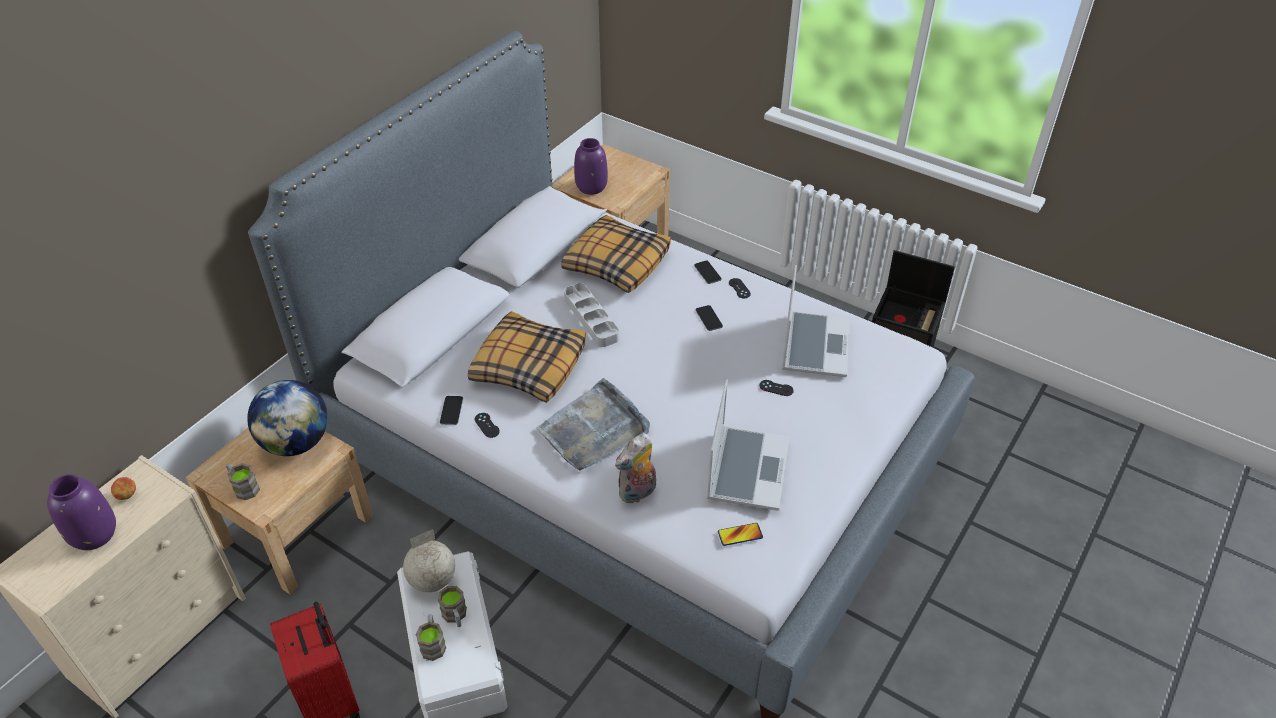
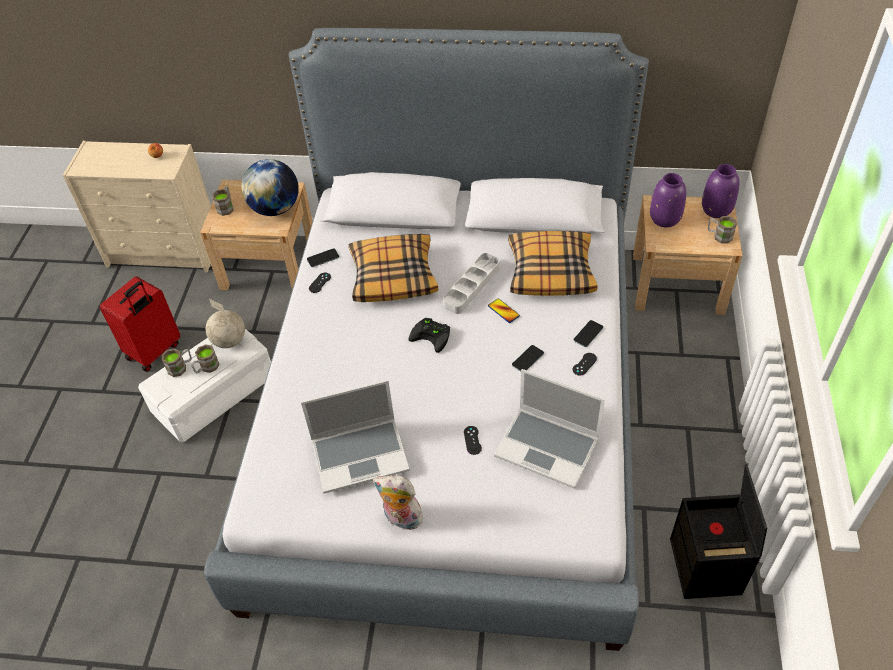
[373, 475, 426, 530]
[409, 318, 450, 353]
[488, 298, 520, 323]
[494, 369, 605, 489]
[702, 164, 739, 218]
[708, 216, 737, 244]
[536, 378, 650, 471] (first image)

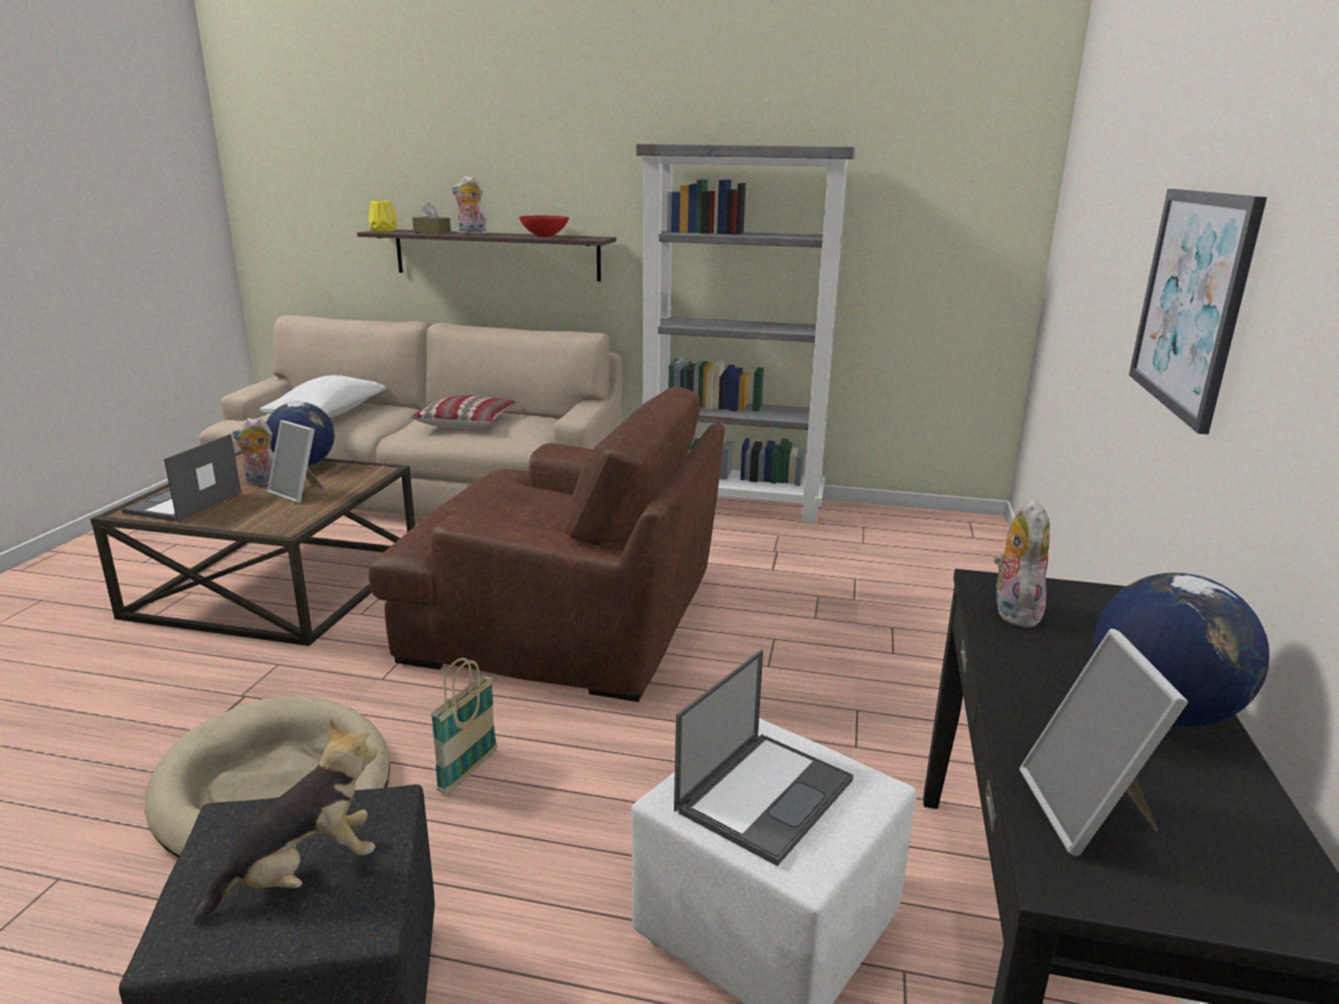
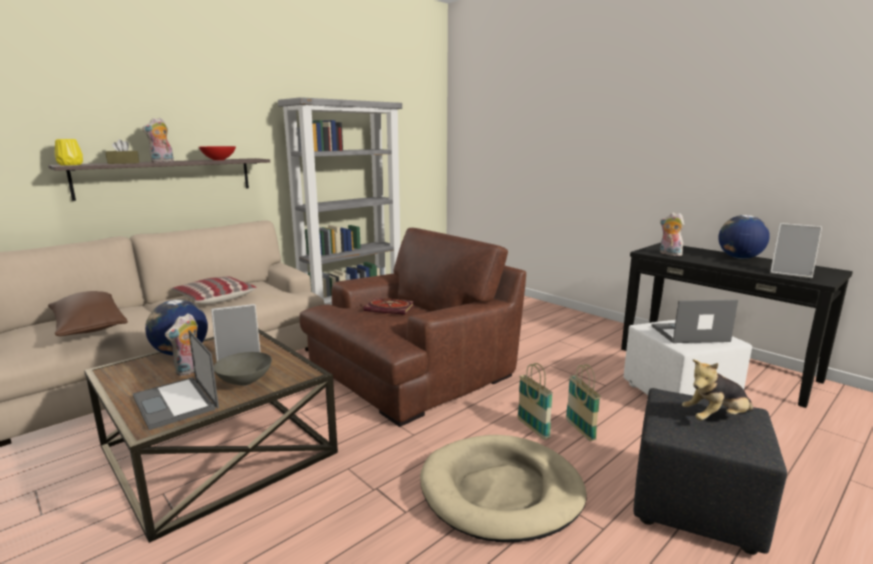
[48, 291, 128, 336]
[214, 352, 272, 386]
[363, 298, 414, 315]
[566, 364, 601, 441]
[652, 300, 738, 343]
[682, 359, 754, 420]
[1129, 189, 1267, 434] (first image)

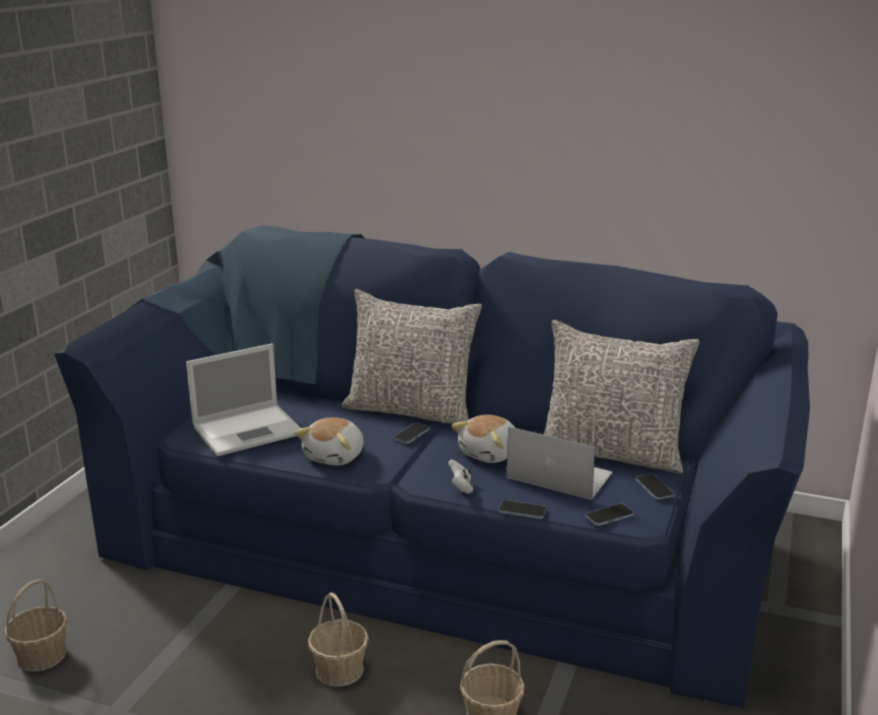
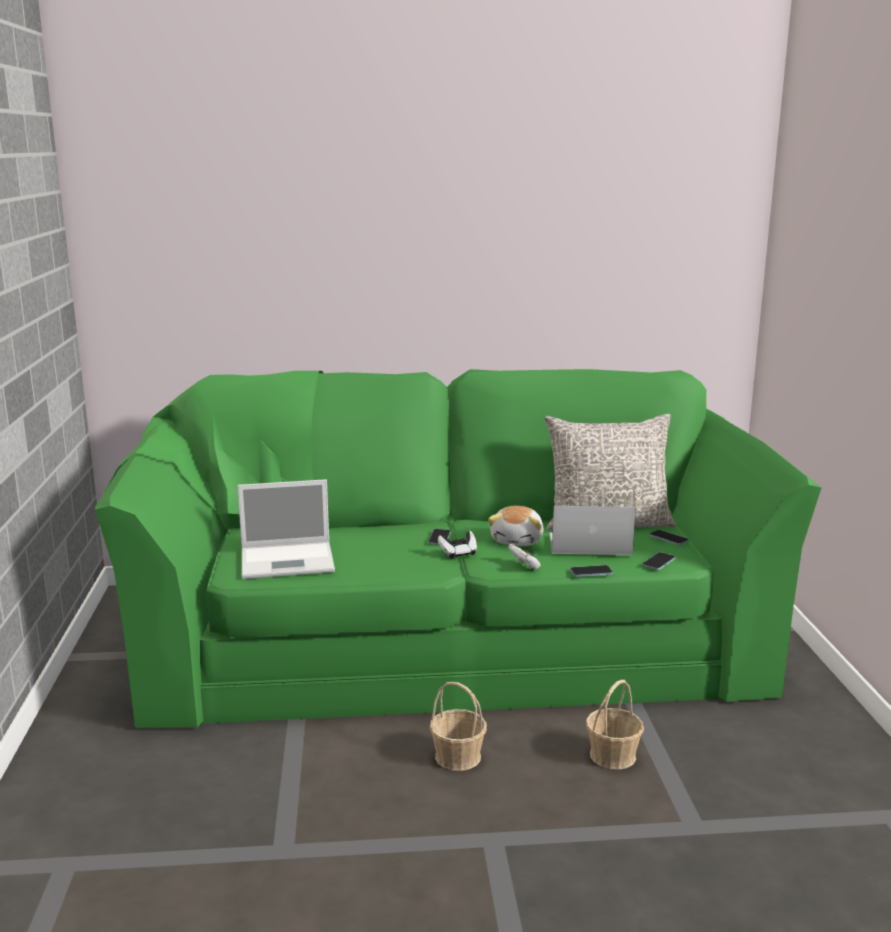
[95, 369, 821, 729]
[237, 479, 335, 579]
[438, 531, 477, 559]
[4, 579, 68, 672] (first image)
[295, 417, 364, 466] (first image)
[342, 289, 482, 424] (first image)

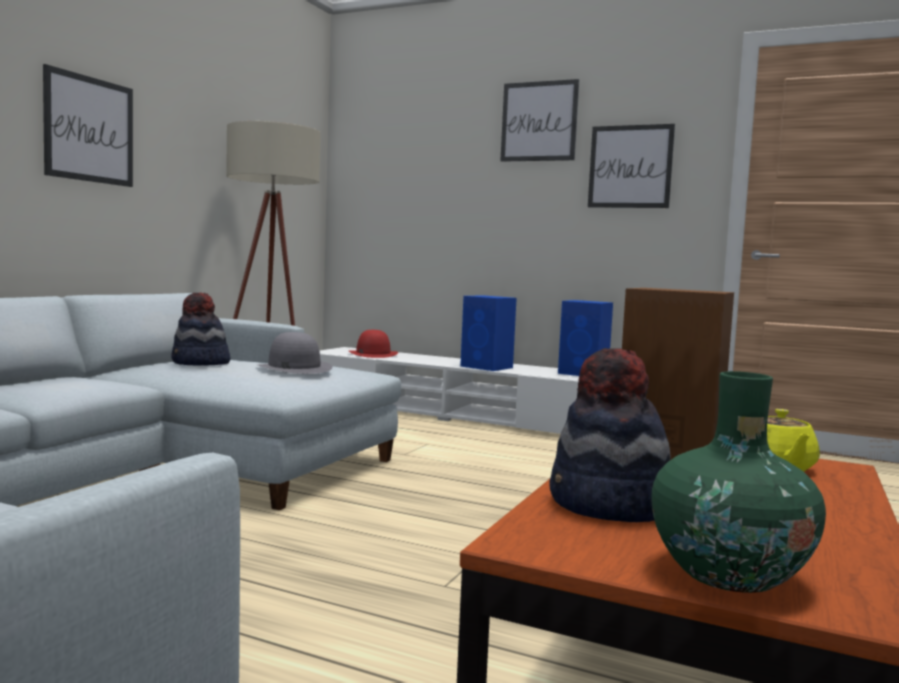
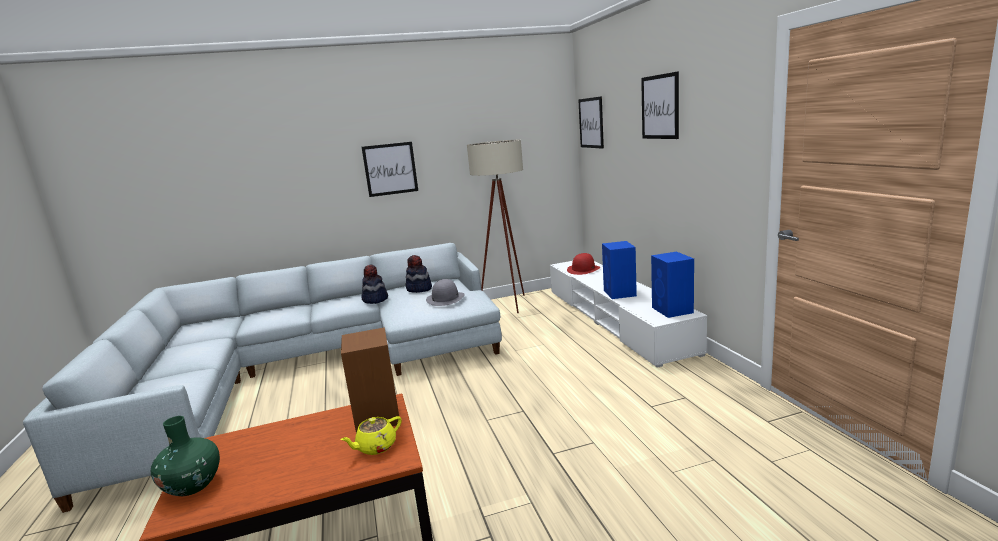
[361, 264, 388, 304]
[578, 96, 604, 149]

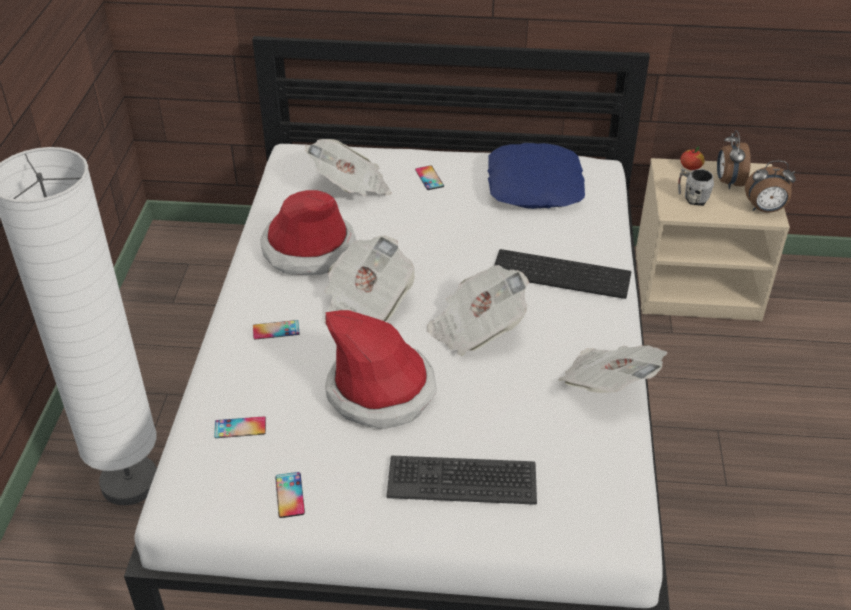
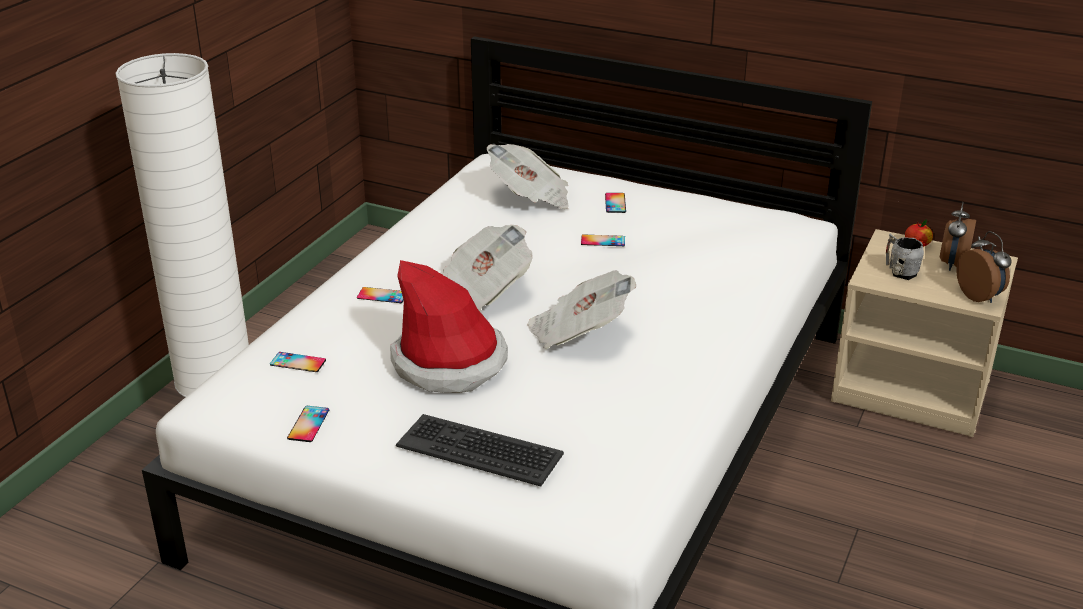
[581, 234, 625, 246]
[956, 231, 1012, 303]
[260, 190, 356, 275] (first image)
[488, 143, 585, 209] (first image)
[494, 249, 631, 299] (first image)
[558, 345, 667, 393] (first image)

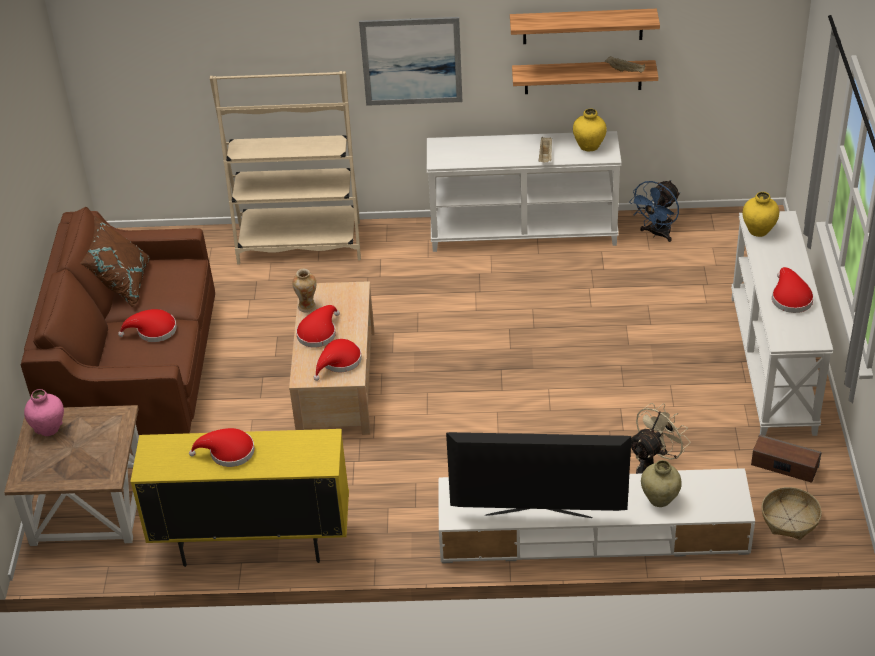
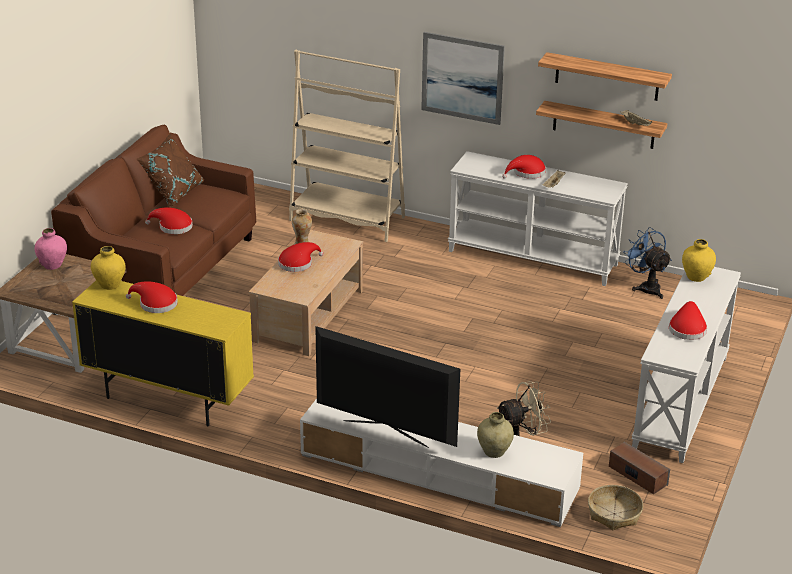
[91, 246, 126, 290]
[502, 155, 546, 179]
[623, 227, 672, 299]

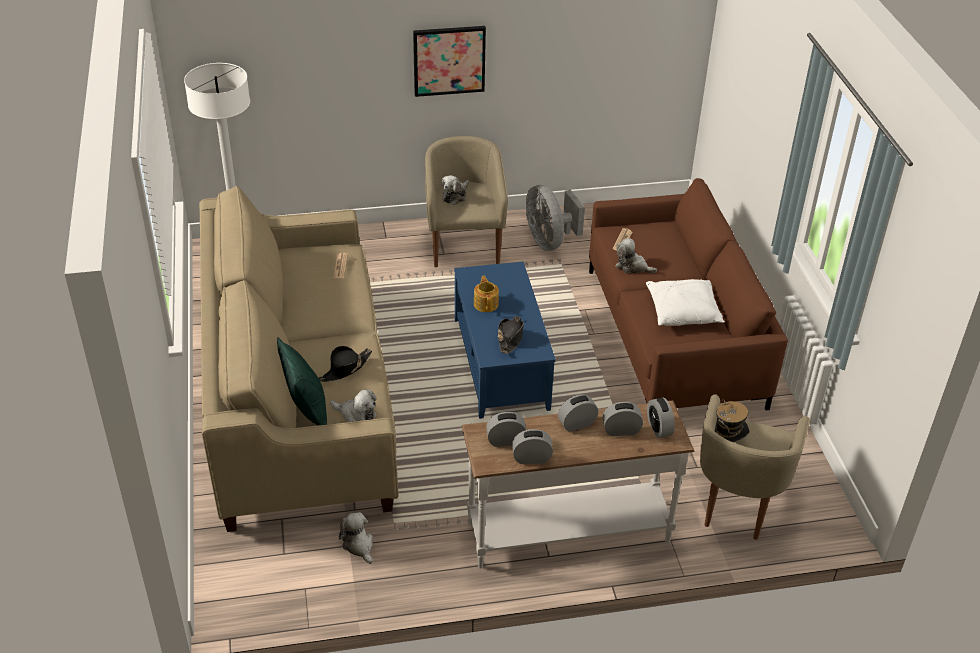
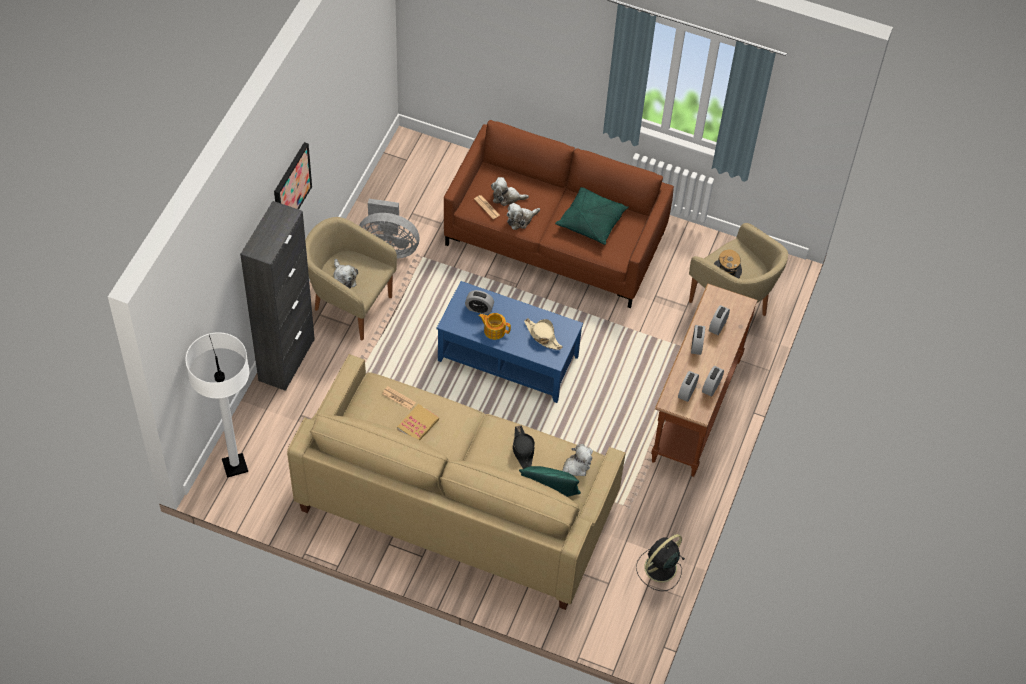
[240, 201, 315, 391]
[397, 404, 439, 440]
[465, 290, 494, 315]
[491, 177, 529, 206]
[524, 319, 563, 350]
[555, 187, 629, 245]
[636, 534, 685, 591]
[651, 283, 758, 477]

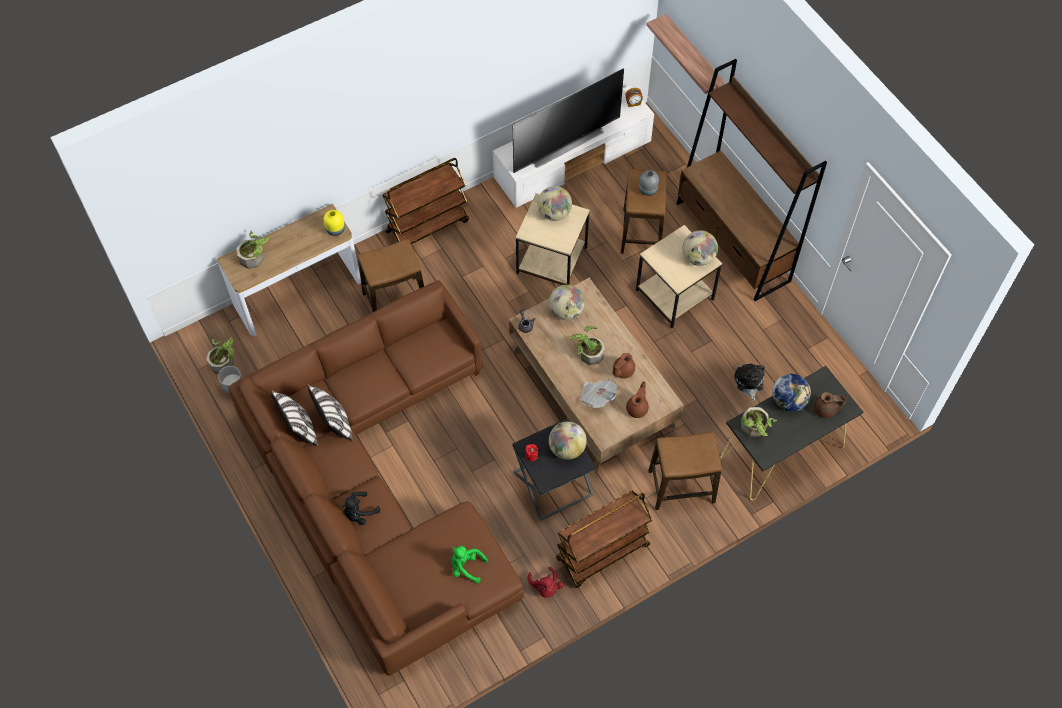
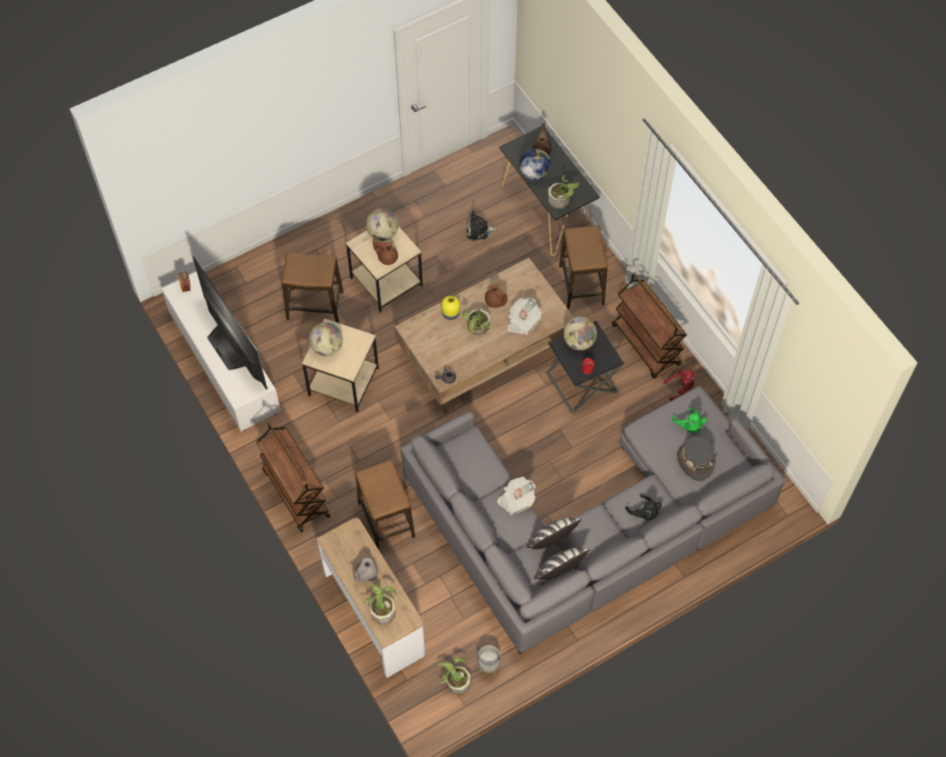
[353, 557, 378, 582]
[373, 238, 398, 265]
[401, 386, 785, 654]
[441, 296, 460, 320]
[497, 477, 536, 515]
[672, 407, 707, 433]
[677, 437, 716, 481]
[549, 285, 585, 320] (first image)
[639, 170, 659, 196] (first image)
[647, 14, 725, 94] (first image)
[676, 59, 827, 301] (first image)

